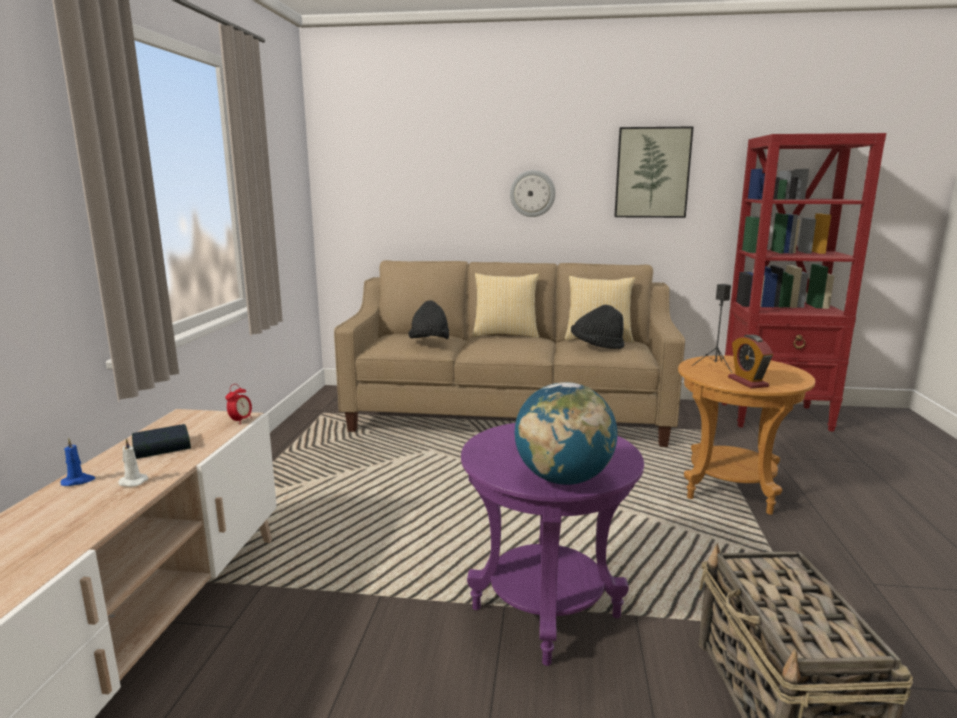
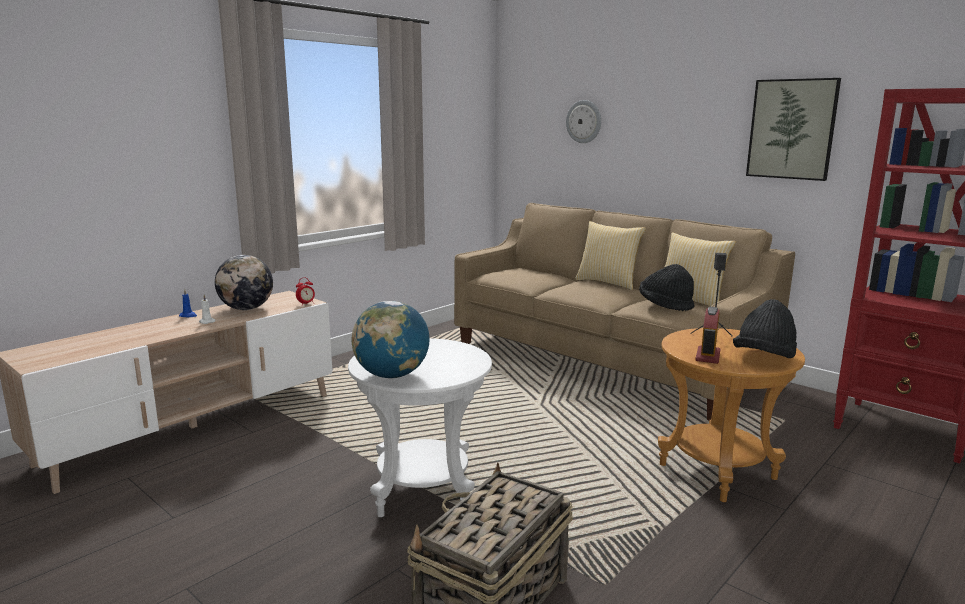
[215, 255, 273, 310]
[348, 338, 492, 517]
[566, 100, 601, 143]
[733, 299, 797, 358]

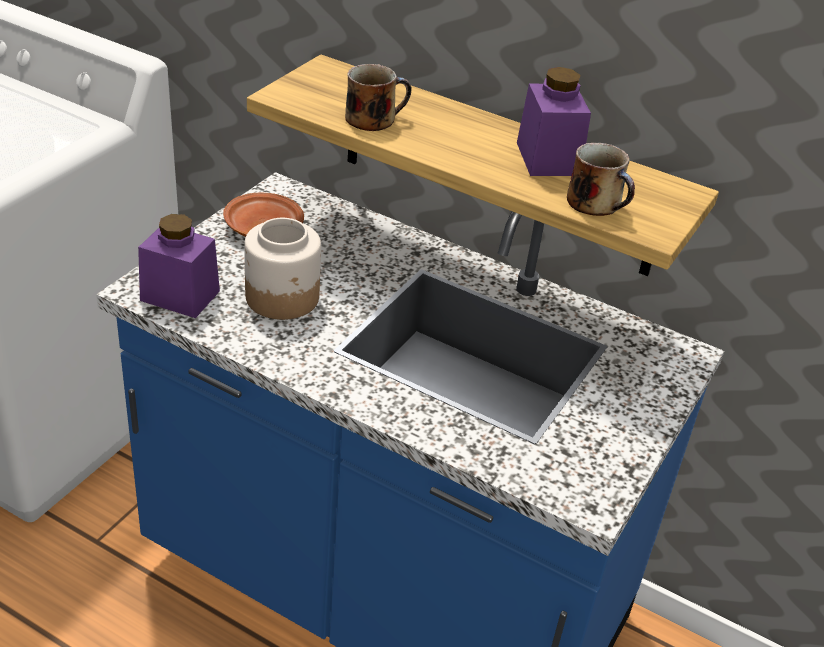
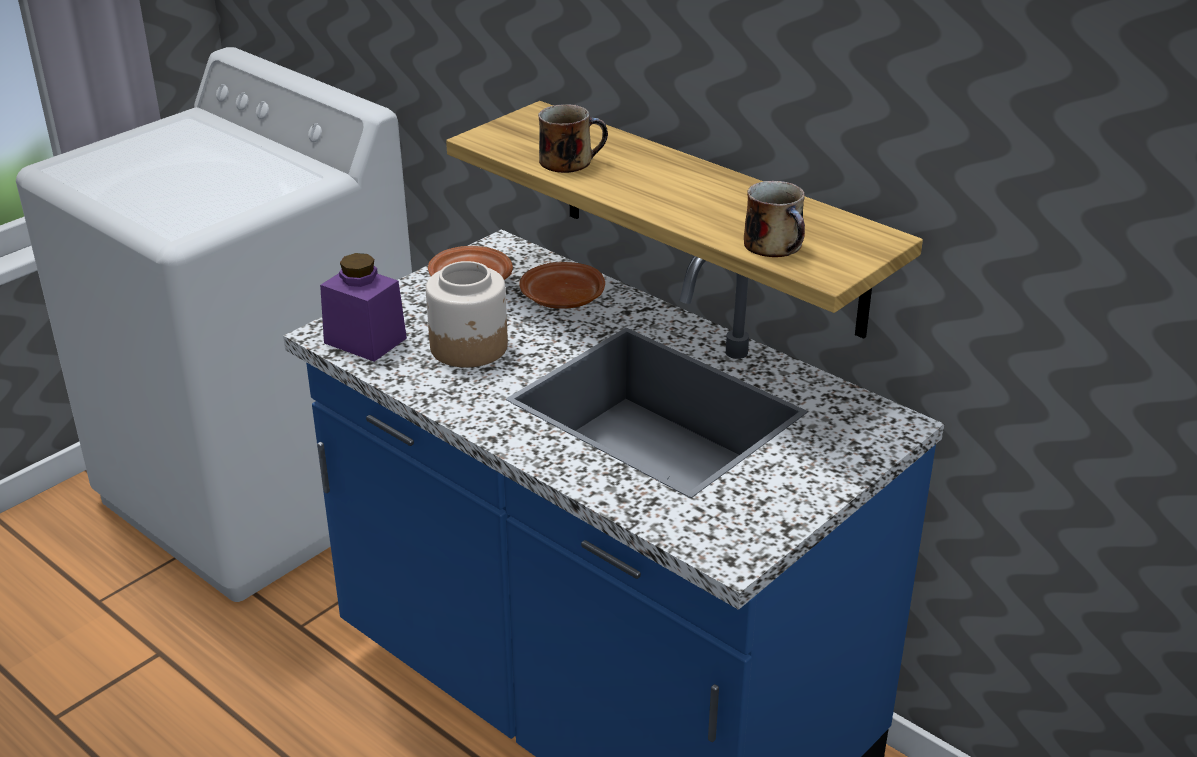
[520, 262, 605, 309]
[517, 67, 591, 176] (first image)

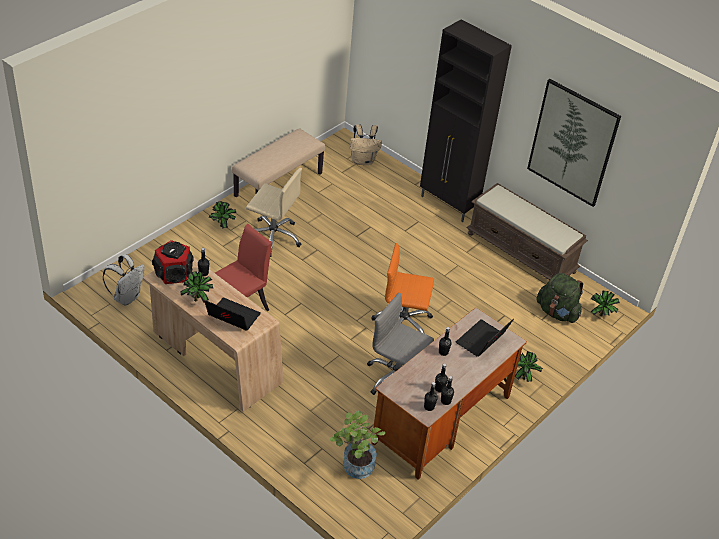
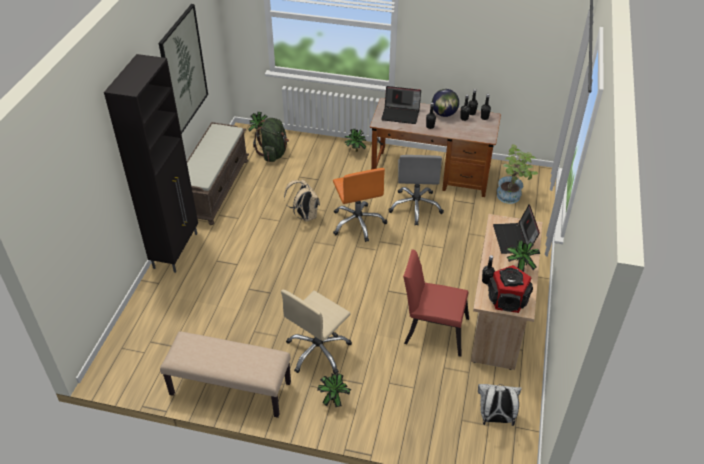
[281, 289, 352, 374]
[284, 180, 320, 222]
[432, 89, 459, 117]

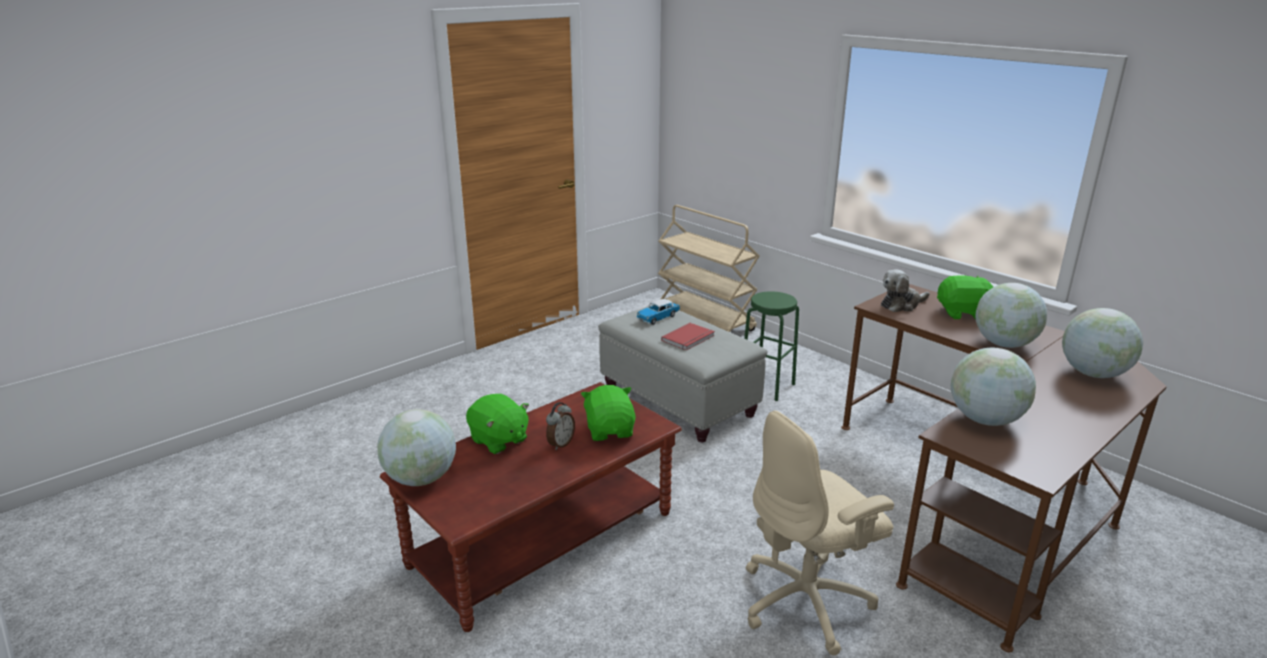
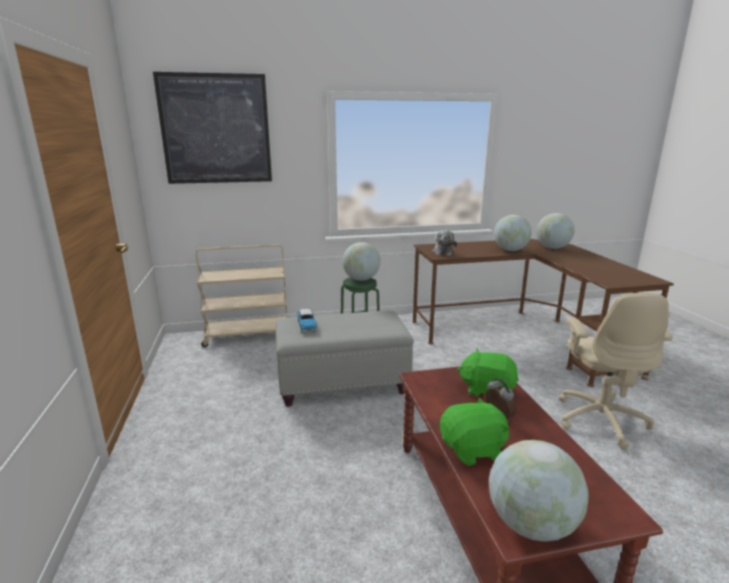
[153, 72, 272, 184]
[342, 242, 380, 281]
[661, 323, 715, 351] (first image)
[937, 275, 993, 319] (first image)

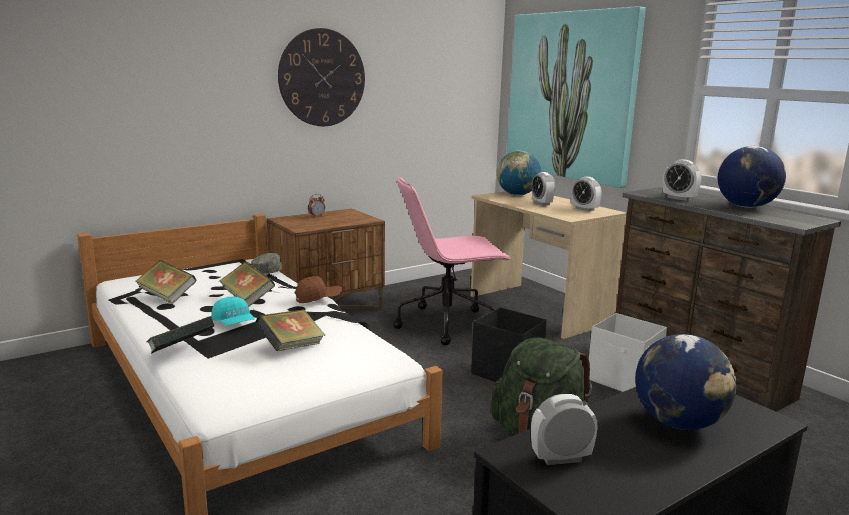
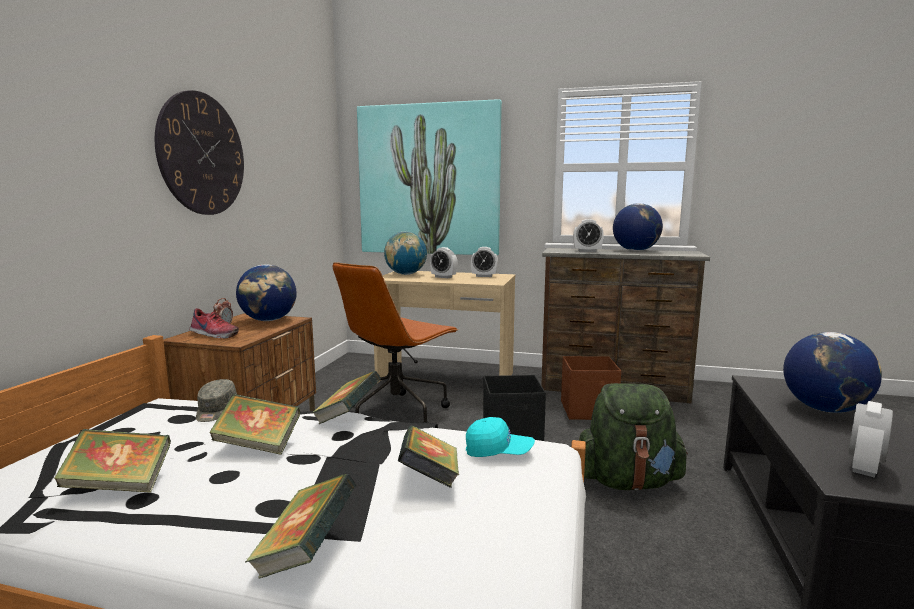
[189, 308, 239, 338]
[236, 264, 297, 321]
[312, 371, 381, 424]
[333, 262, 458, 423]
[466, 417, 535, 457]
[561, 356, 621, 420]

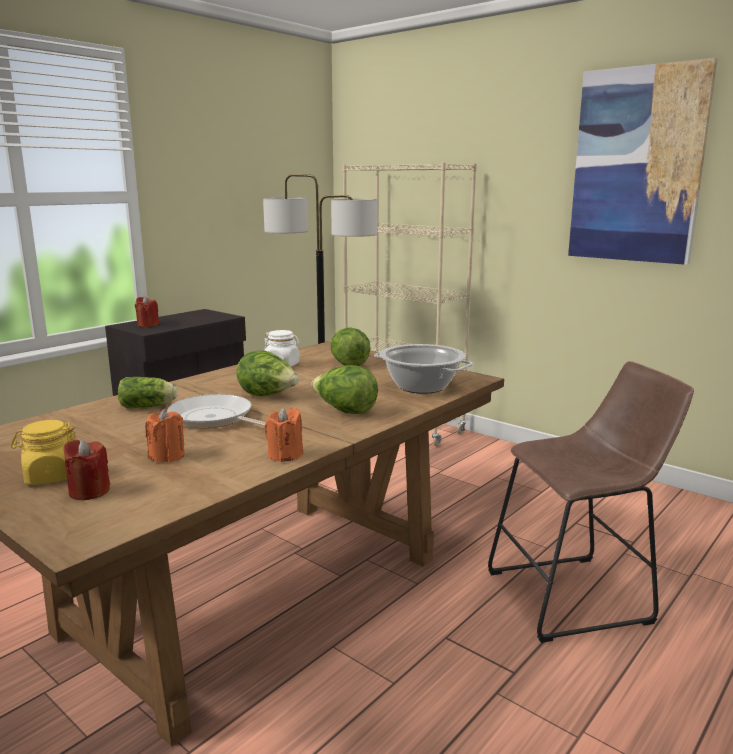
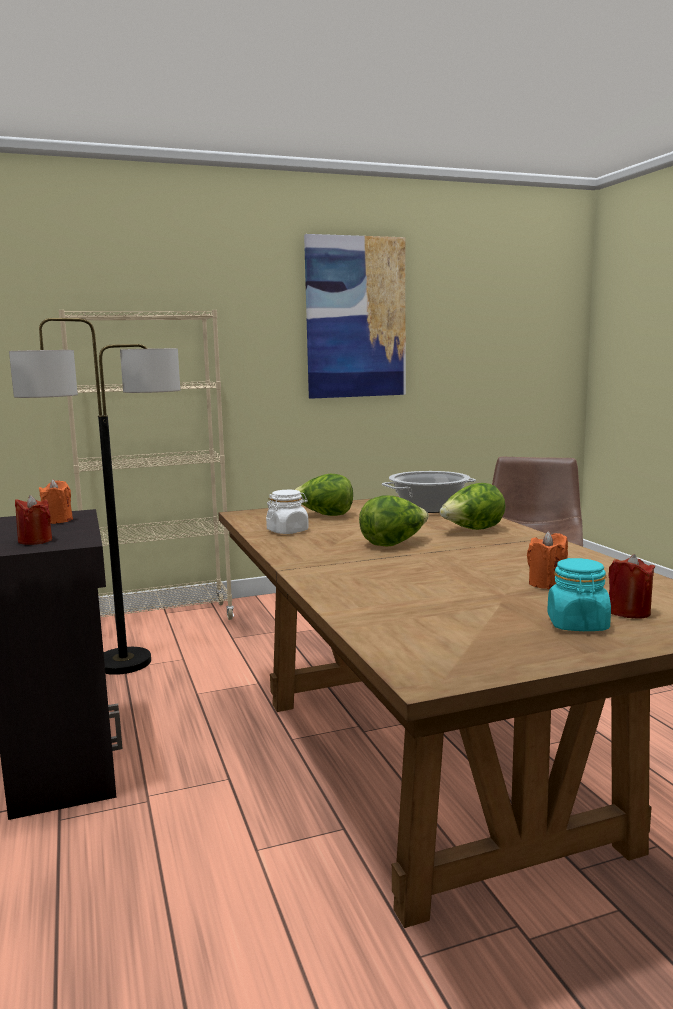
[39, 479, 73, 524]
[547, 558, 611, 631]
[118, 377, 178, 408] (first image)
[167, 394, 266, 428] (first image)

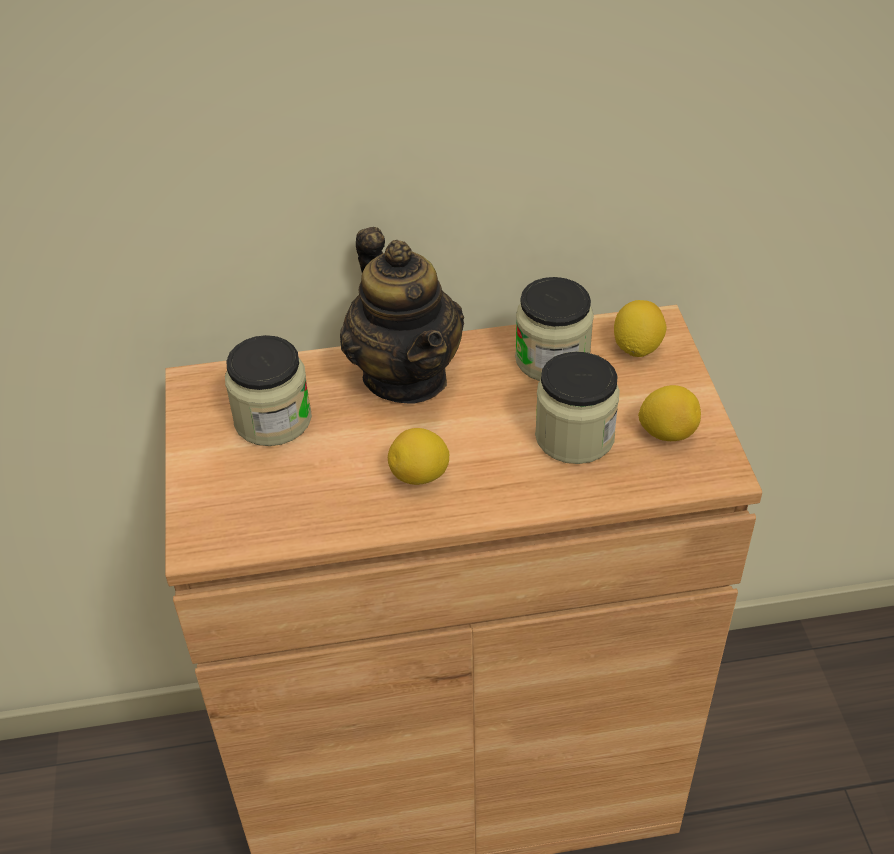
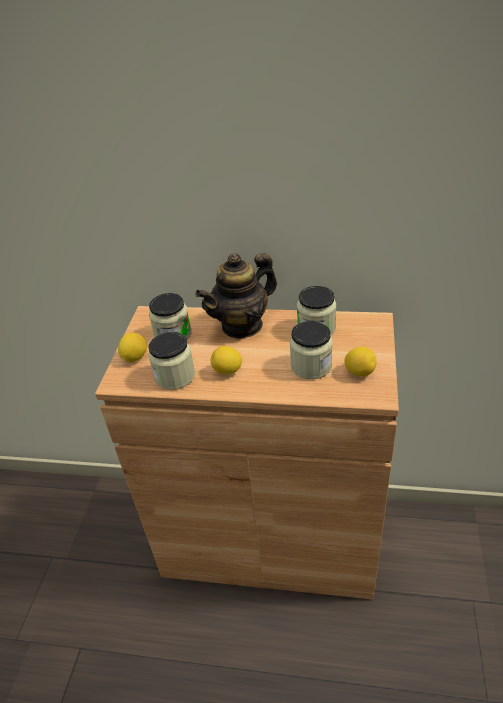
[118, 333, 147, 362]
[148, 332, 195, 390]
[195, 253, 277, 339]

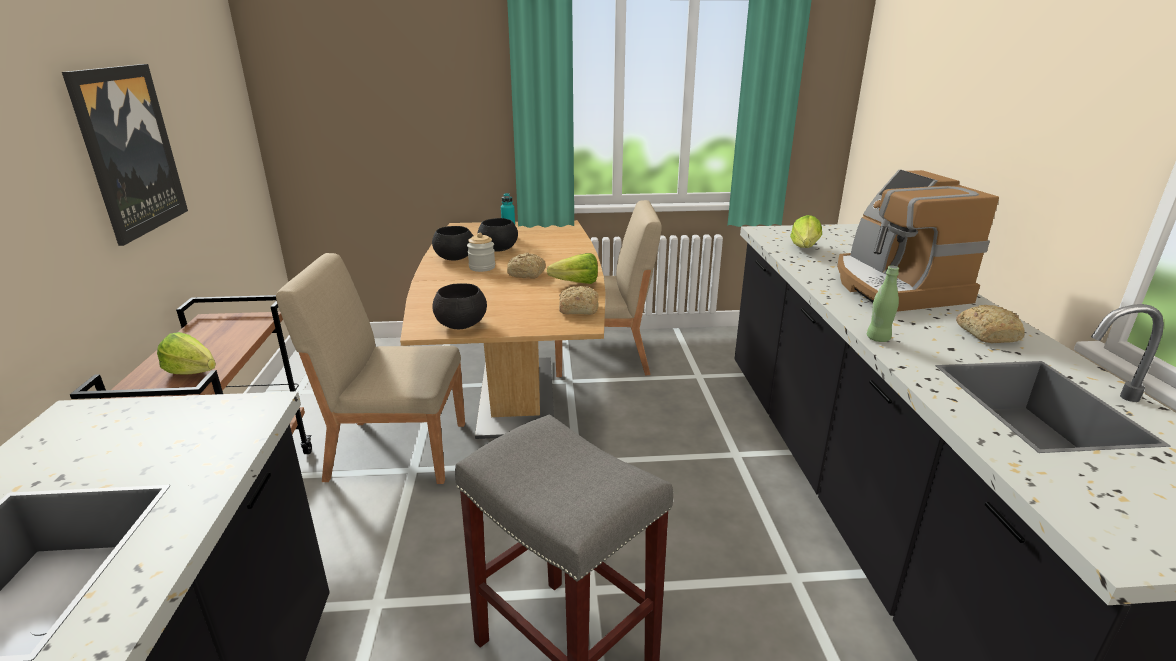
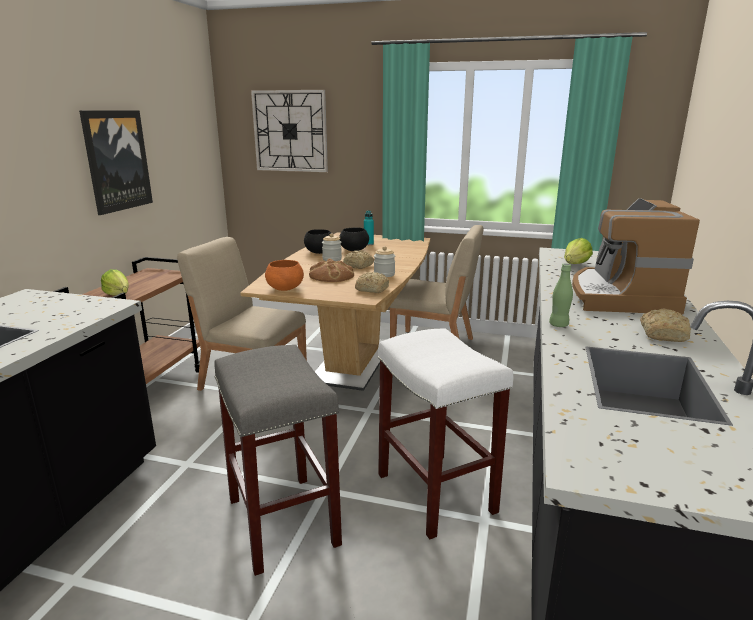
[251, 90, 328, 172]
[265, 260, 304, 291]
[309, 258, 354, 282]
[374, 246, 395, 277]
[378, 329, 513, 539]

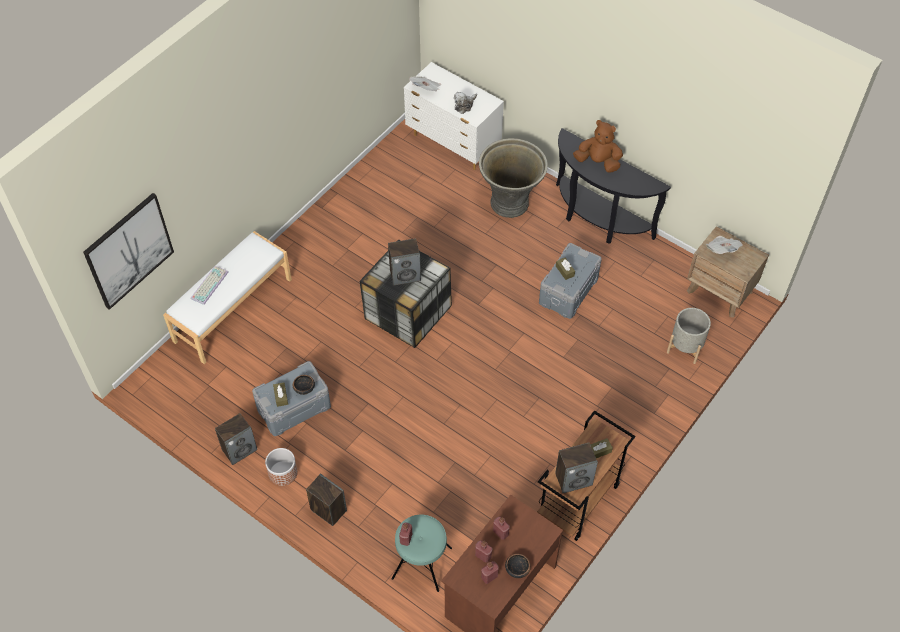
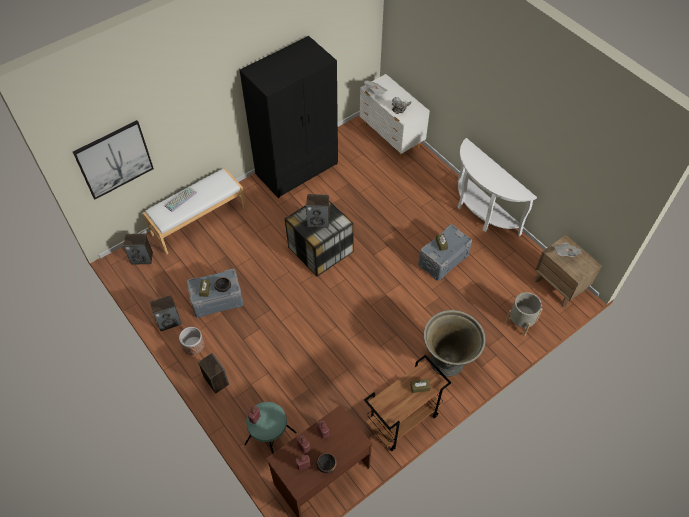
[123, 234, 153, 265]
[240, 36, 338, 198]
[424, 310, 486, 377]
[458, 138, 537, 236]
[573, 120, 623, 173] (first image)

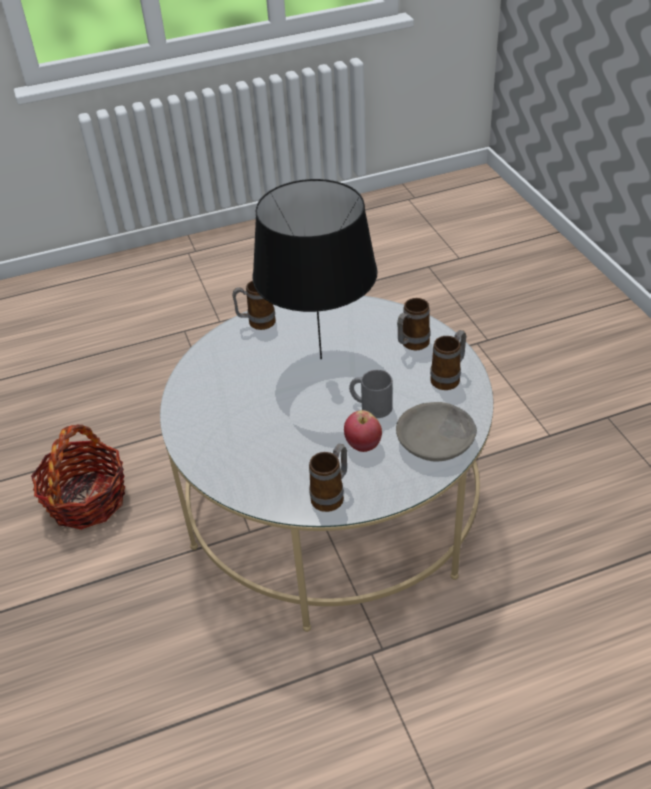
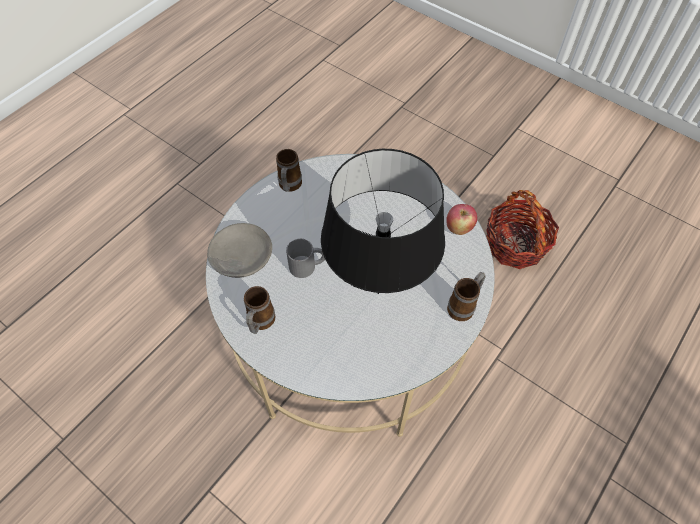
[446, 204, 477, 235]
[397, 298, 430, 350] (first image)

